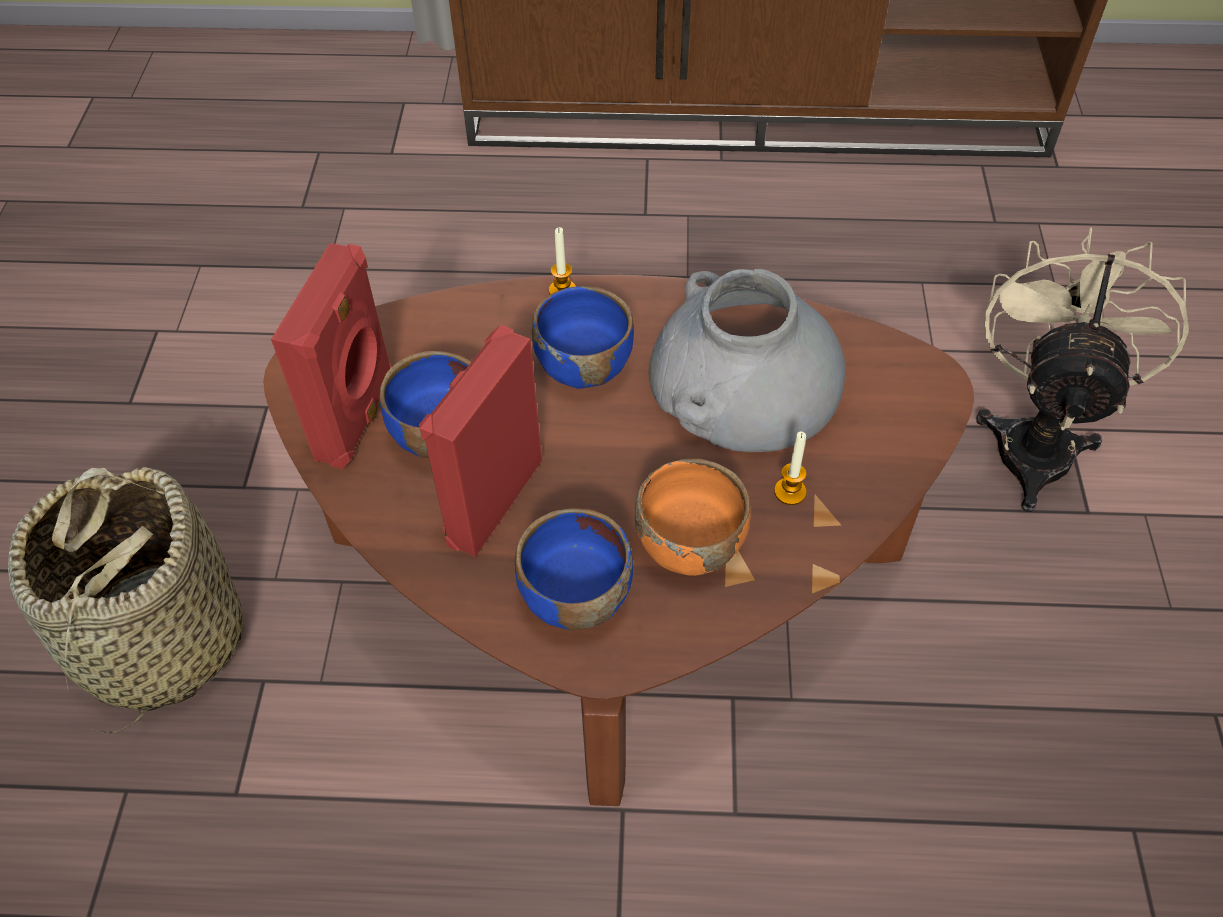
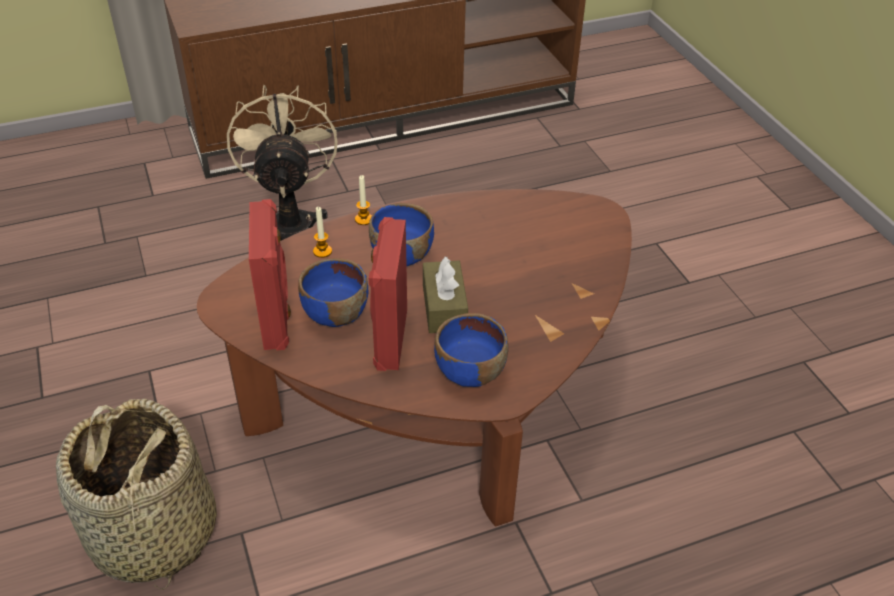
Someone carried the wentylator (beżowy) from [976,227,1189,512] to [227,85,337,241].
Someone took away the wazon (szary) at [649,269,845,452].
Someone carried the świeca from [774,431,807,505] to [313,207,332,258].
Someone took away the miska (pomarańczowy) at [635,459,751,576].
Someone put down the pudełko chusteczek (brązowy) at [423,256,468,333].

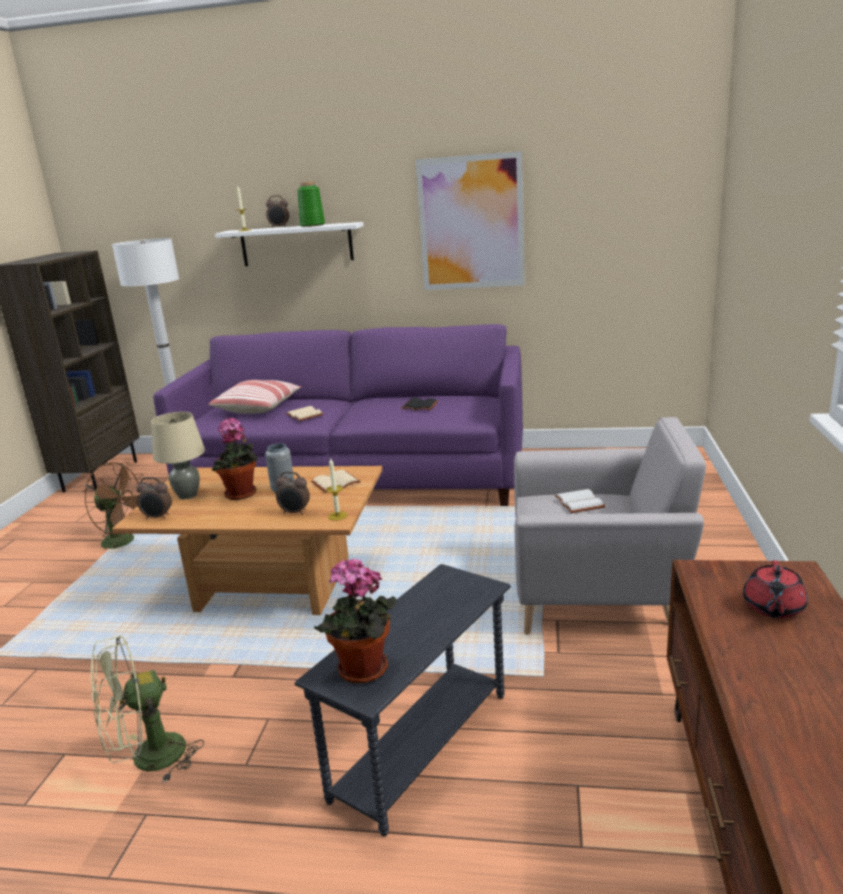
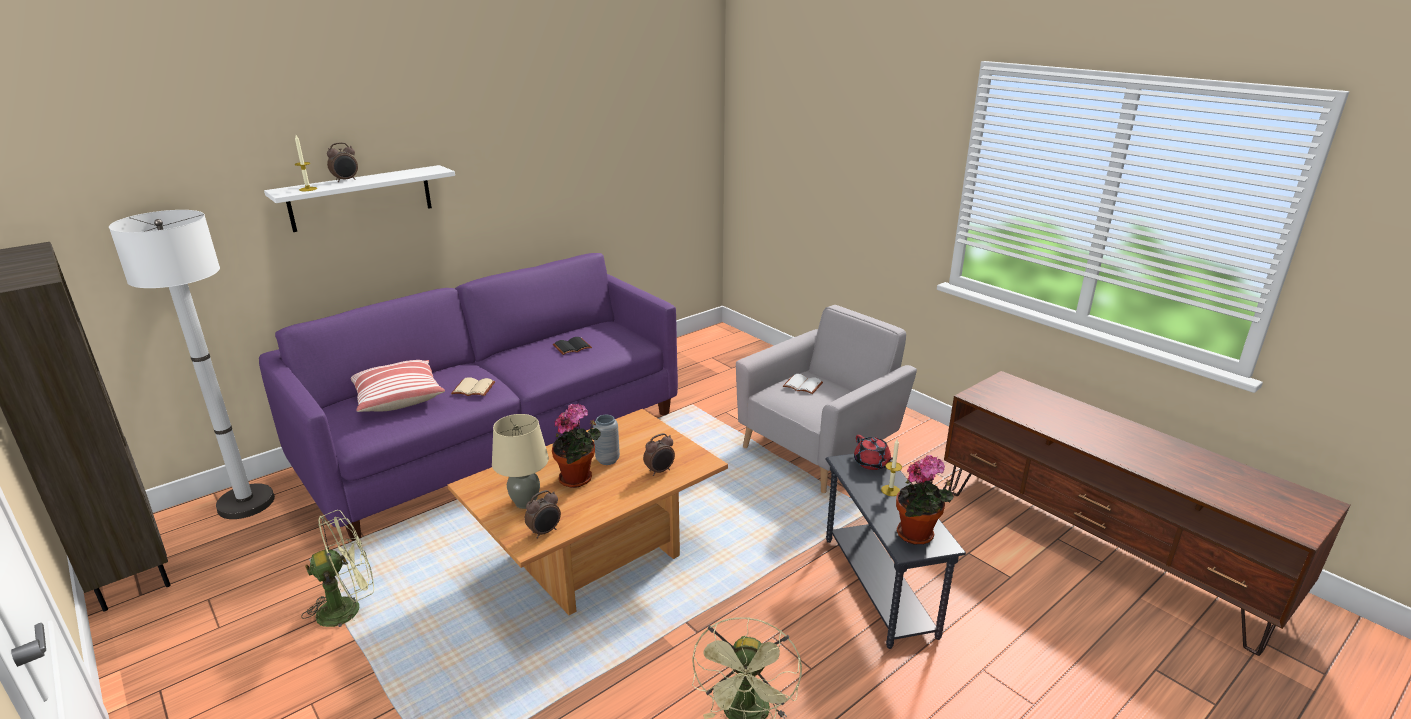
Someone took away the obraz at [415,151,525,290].
Someone took away the wazon (zielony) at [297,182,325,227].
Someone carried the świeca from [326,457,348,521] to [881,439,902,496].
Someone repainted the wentylator (brązowy) at [85,462,144,549], which became the wentylator (zielony) at [301,510,374,627].
Someone took away the książka (beżowy) at [311,470,361,493].
Someone carried the imbryk (czerwony) from [743,560,808,618] to [854,435,893,470].

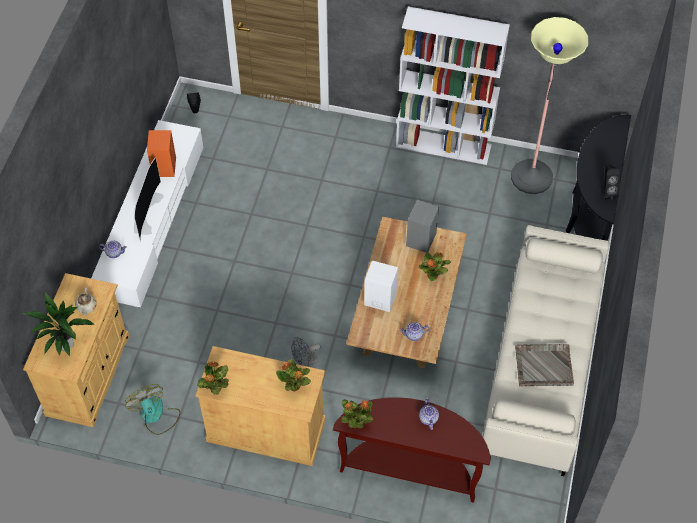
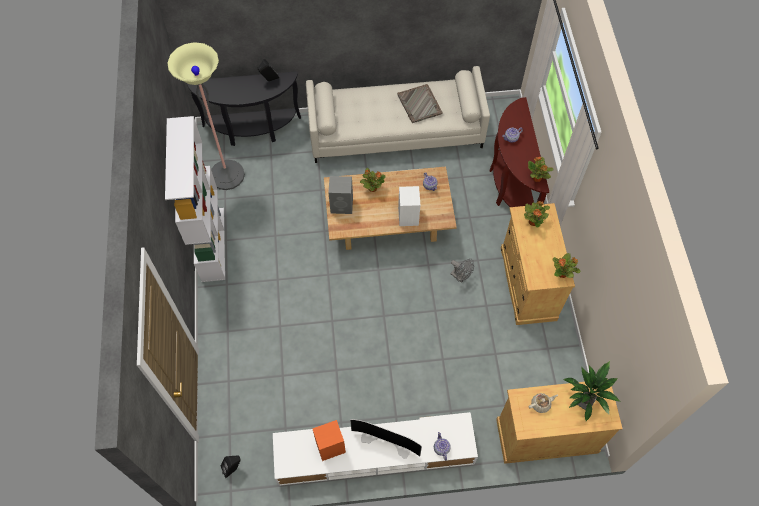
Someone rotated the telewizor at [134,157,164,242] by 150 degrees counterclockwise.
Someone took away the wentylator at [125,384,180,435].

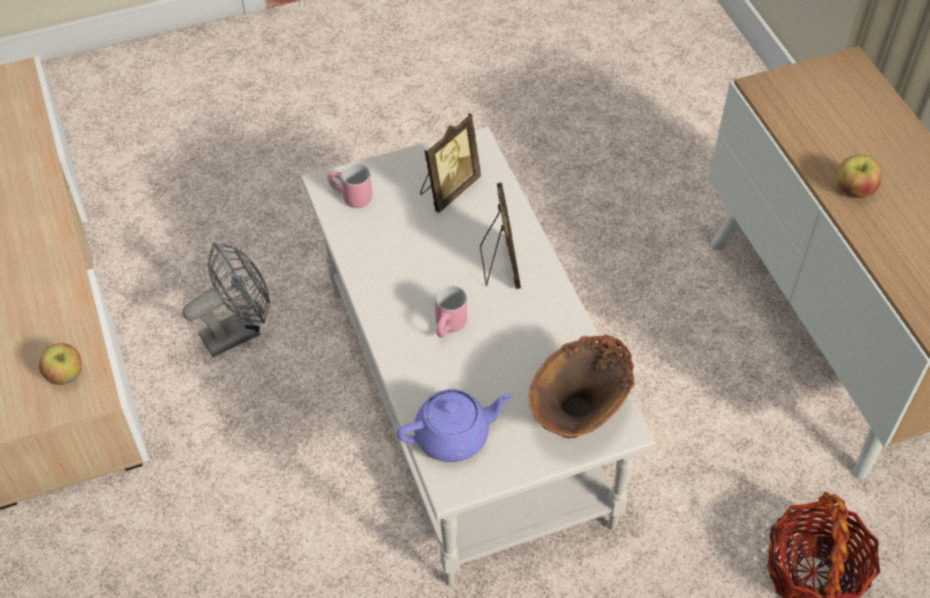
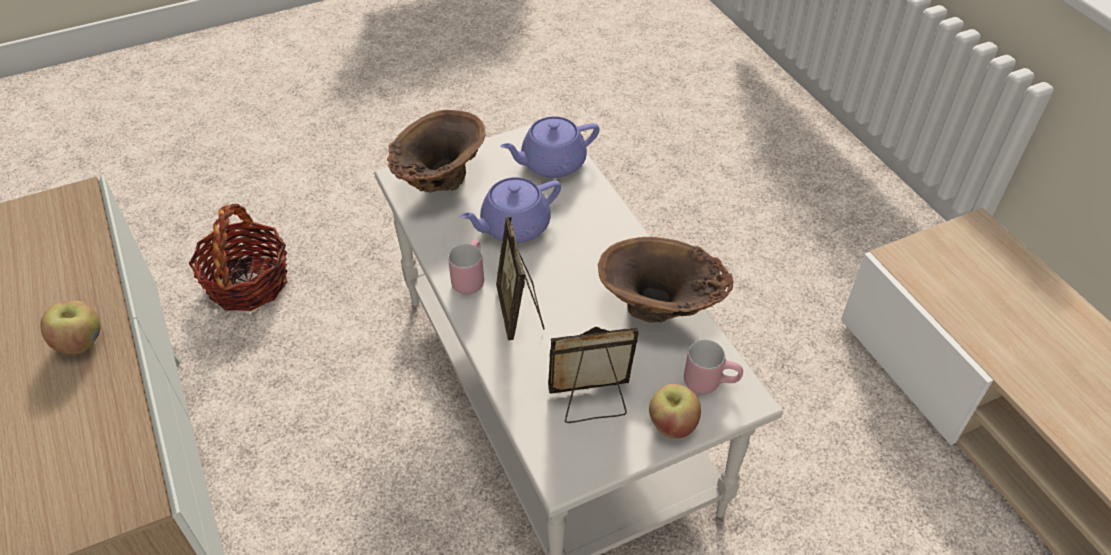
Someone rotated the ramka na zdjęcie at [420,113,481,213] by 45 degrees clockwise.
Someone took away the wentylator (szary) at [182,242,270,357].
Someone carried the kubek (różowy) from [435,285,467,338] to [448,240,484,294].
Someone carried the jabłko from [39,343,82,385] to [649,384,701,439].
Someone put down the imbryk (fioletowy) at [460,177,561,243].
Someone put down the wazon (brązowy) at [598,237,733,323].

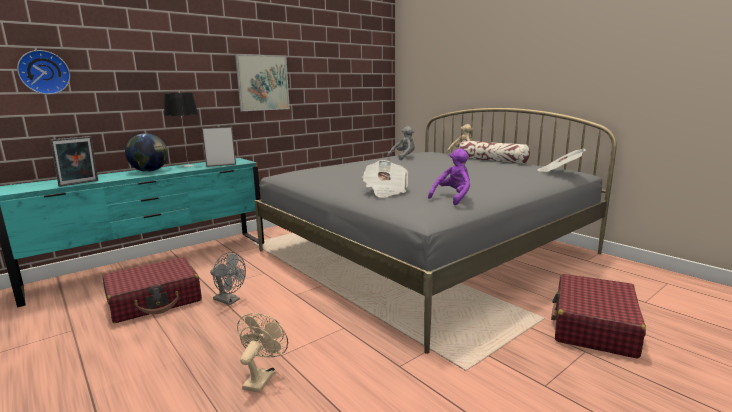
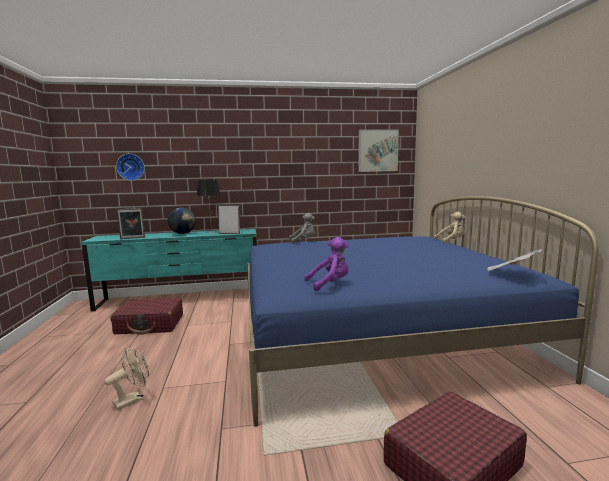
Someone carried the obraz from [235,54,290,111] to [358,130,399,172].
Someone repainted the łóżko (szary) at [255,108,617,354], which became the łóżko (niebieski) at [247,196,599,427].
Someone carried the pluszak (szary) from [387,126,415,160] to [289,213,315,244].
Someone took away the poduszka at [459,140,530,164].
Someone took away the gazeta at [362,160,408,198].
Someone took away the wentylator (szary) at [210,252,246,305].

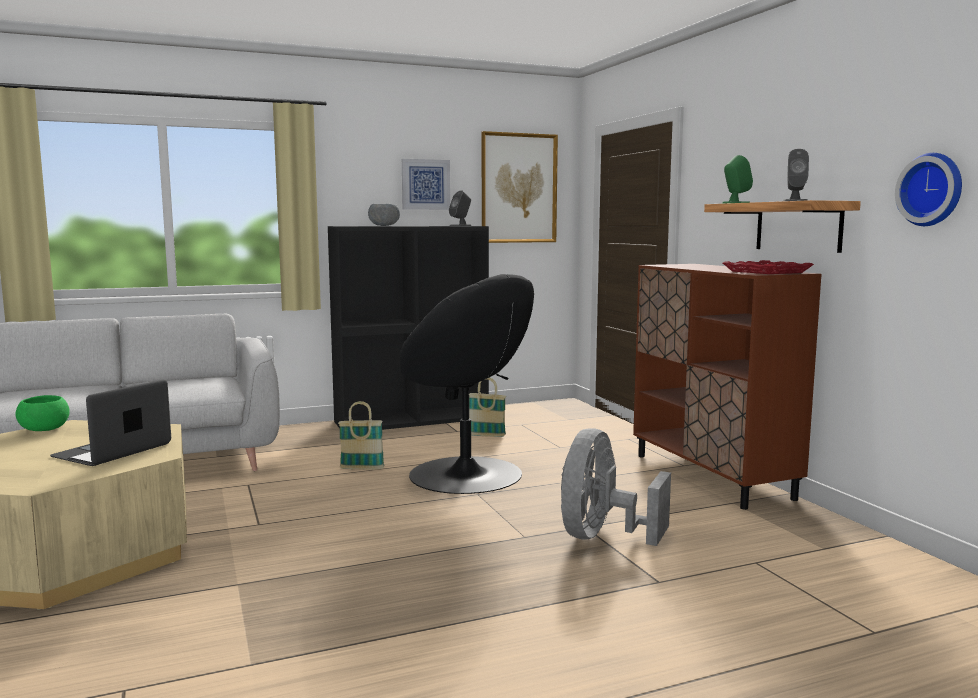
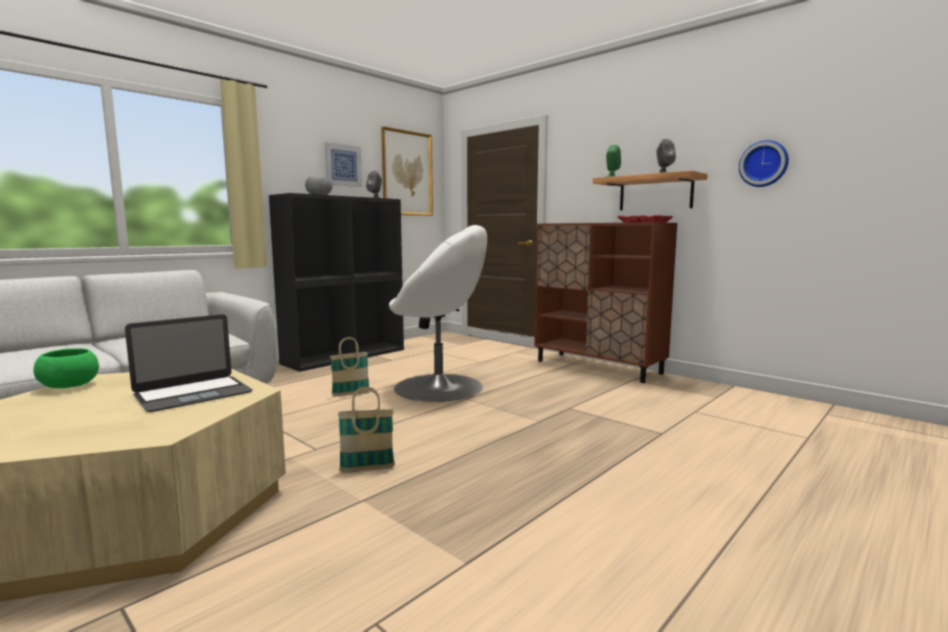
Someone repainted the fotel (czarny) at [400,274,534,494], which became the fotel (biały) at [389,225,487,402].
Someone carried the koszyk from [469,378,506,437] to [338,387,395,473].
Someone rotated the laptop at [50,379,171,466] by 135 degrees counterclockwise.
Someone took away the wentylator (szary) at [561,428,671,546].

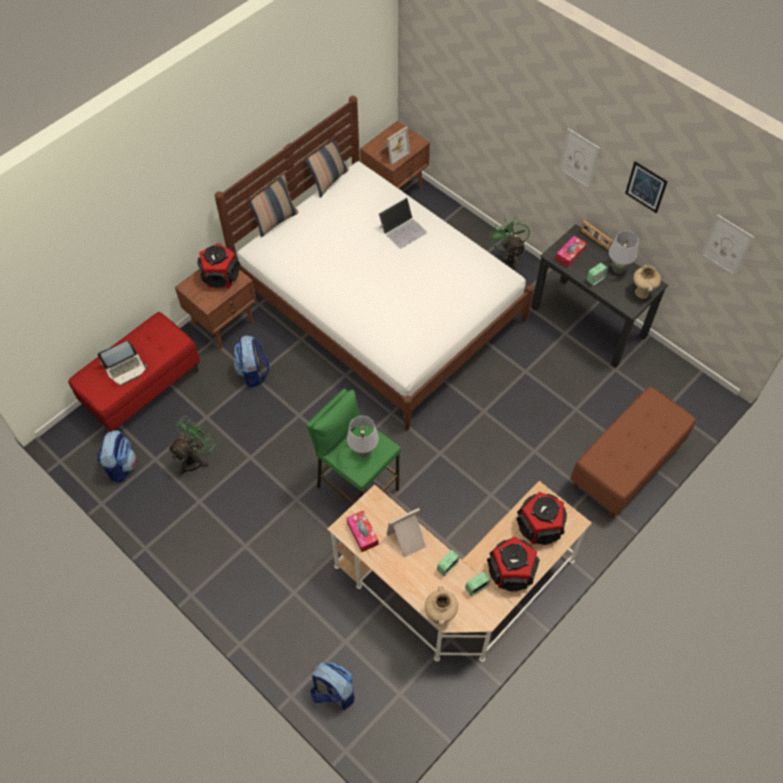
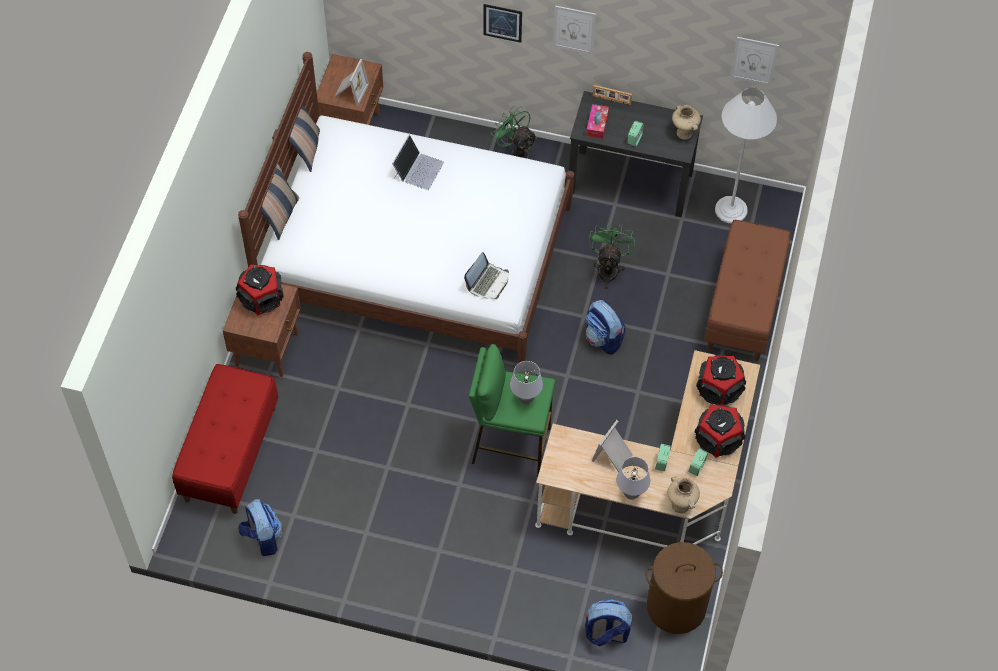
Someone carried the obraz from [625,161,668,213] to [484,4,522,43].
Someone carried the lampa stołowa (szary) from [609,231,639,274] to [616,457,650,500].
Someone carried the plecak from [234,335,270,388] to [586,300,626,354].
Someone carried the laptop from [98,341,147,386] to [464,252,509,299].
Someone carried the wentylator (zielony) from [168,416,215,476] to [589,222,635,289].
Someone took away the pudełko chusteczek at [346,510,379,552].
Someone put down the lampa stojąca (biały) at [715,87,777,224].
Someone put down the kosz na pranie (brązowy) at [645,542,723,634].

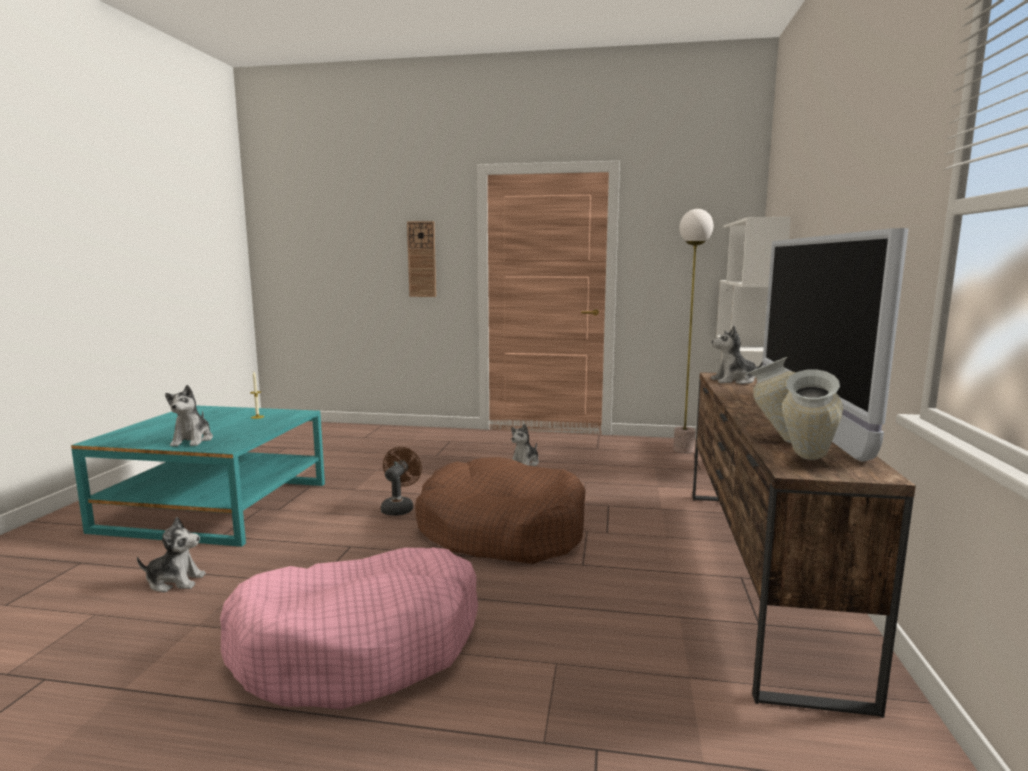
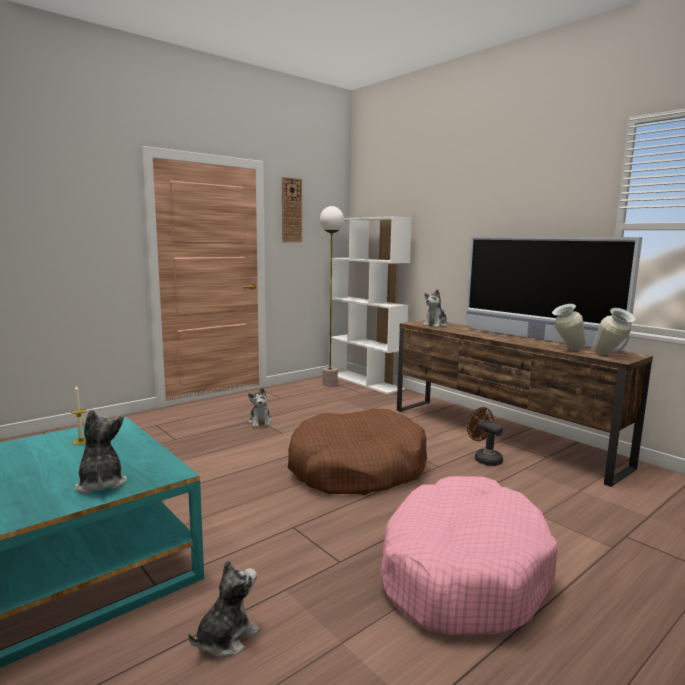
Someone carried the zegar ścienny from [407,221,436,297] to [282,177,302,242].
Someone rotated the pluszak at [165,385,213,446] by 150 degrees counterclockwise.
Someone carried the wentylator (brązowy) from [381,447,422,516] to [467,407,503,466].

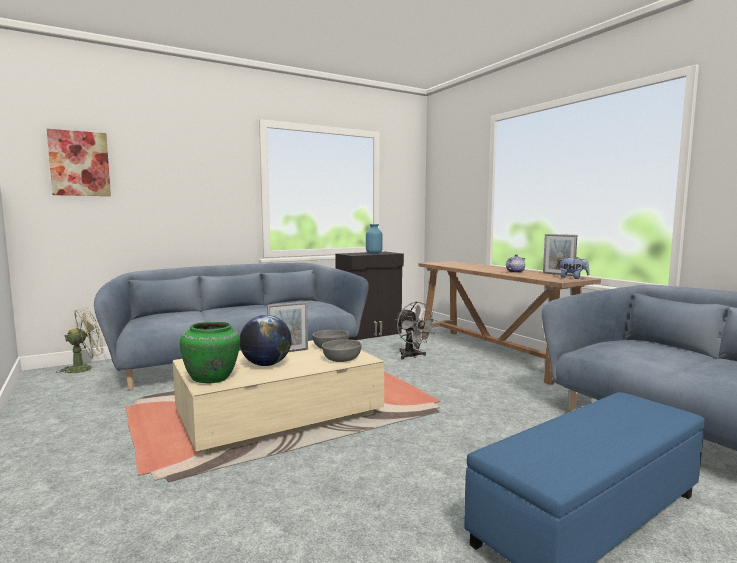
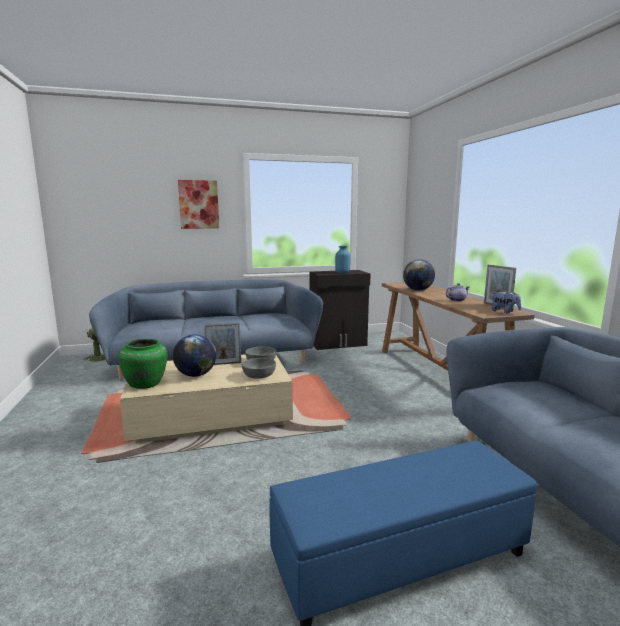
Someone carried the obraz from [47,129,111,196] to [178,180,219,229].
Someone took away the wentylator (szary) at [395,302,438,360].
Someone put down the globus at [403,260,435,291].

